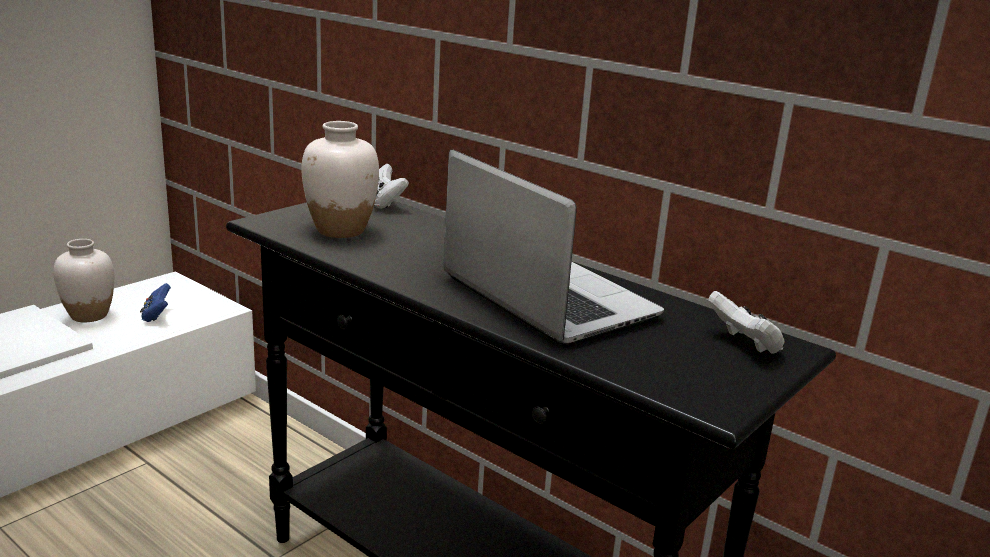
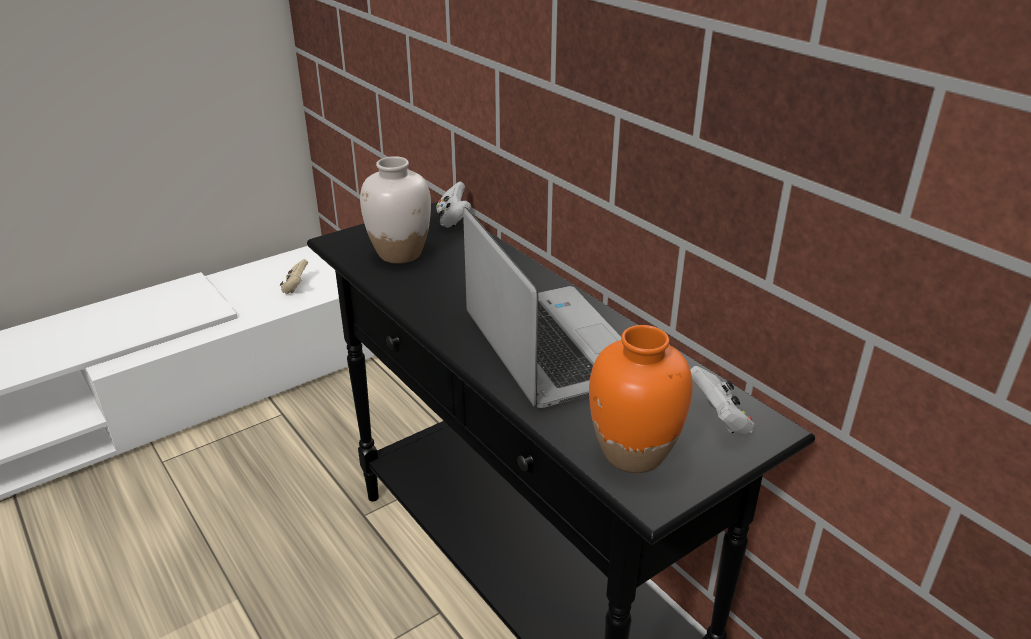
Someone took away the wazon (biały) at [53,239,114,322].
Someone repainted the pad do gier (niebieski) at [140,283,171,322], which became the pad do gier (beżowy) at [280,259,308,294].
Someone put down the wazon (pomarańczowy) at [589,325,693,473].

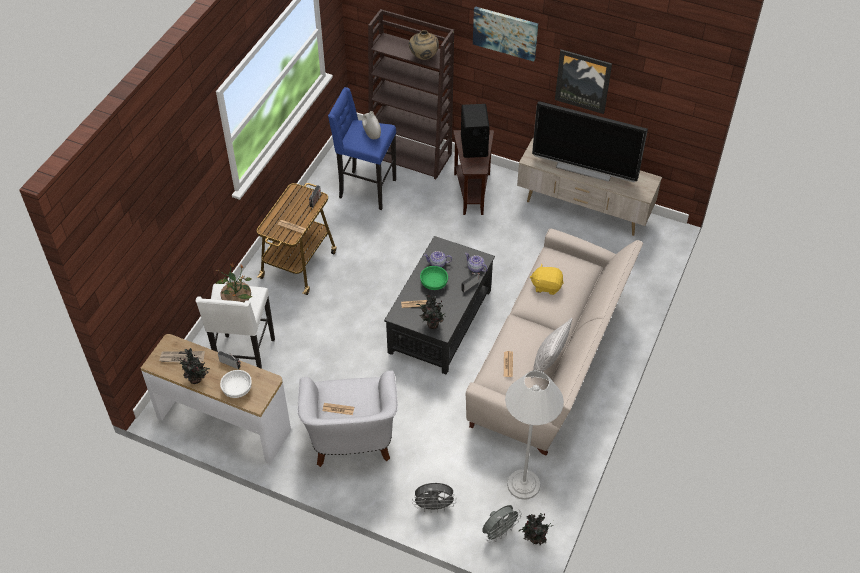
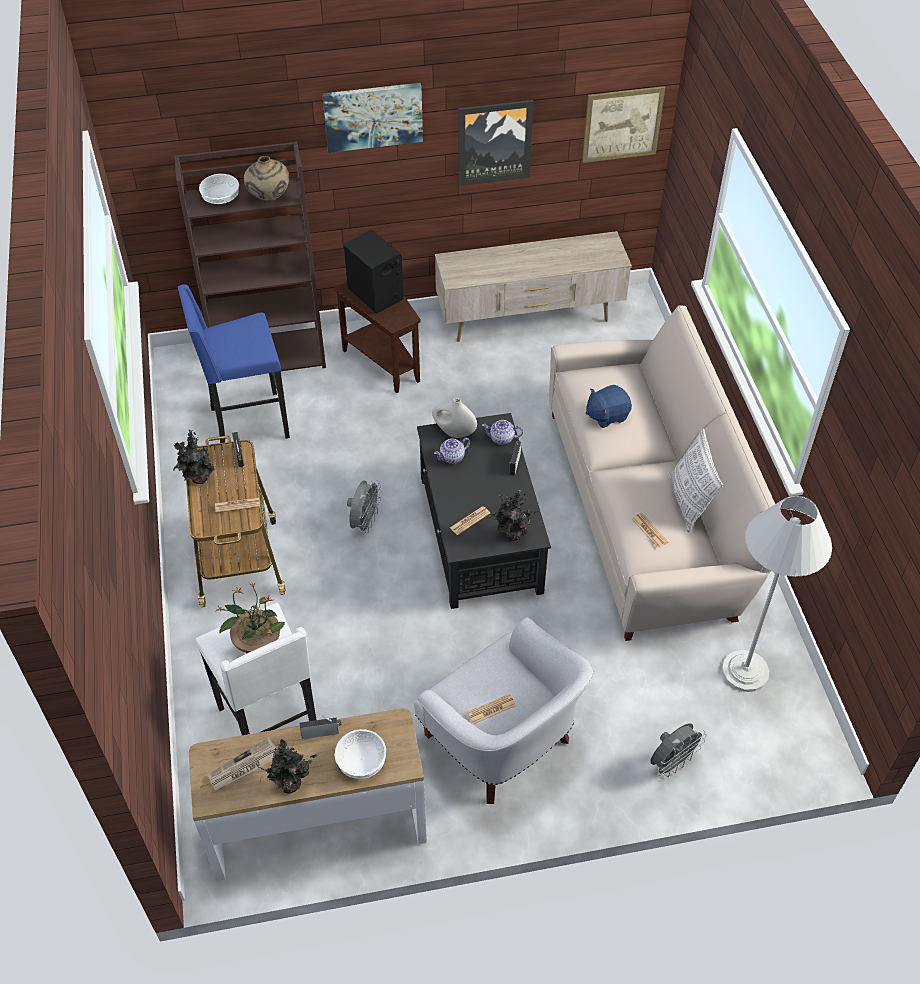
Someone took away the telewizor at [532,101,648,182].
Someone carried the wazon (biały) from [362,111,381,139] to [432,398,477,438].
Someone repainted the pluszak (żółty) at [530,263,563,295], which became the pluszak (niebieski) at [586,385,632,428].
Someone took away the miska (zielony) at [420,266,448,290].
Someone carried the wentylator (szary) from [482,505,522,543] to [347,480,381,535].
Someone carried the roślina doniczkowa from [519,513,554,545] to [173,429,215,484].
Someone put up the obraz at [582,86,665,163].
Someone put down the miska (biały) at [199,174,239,204].

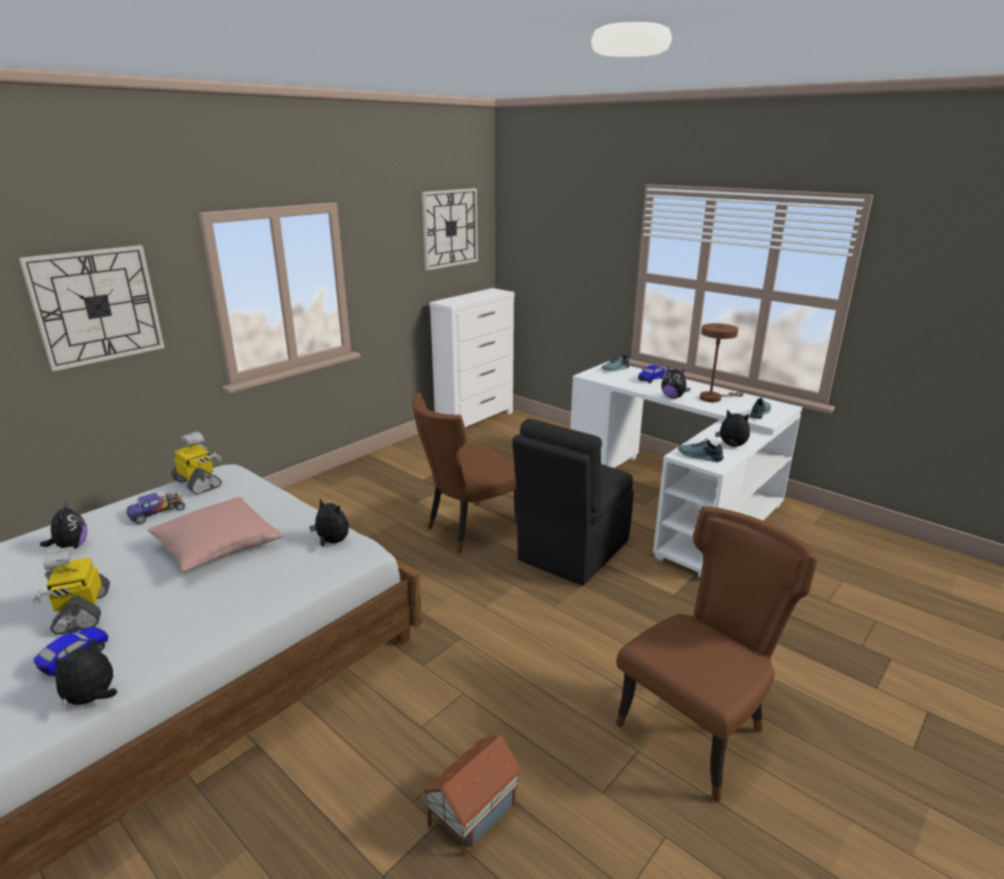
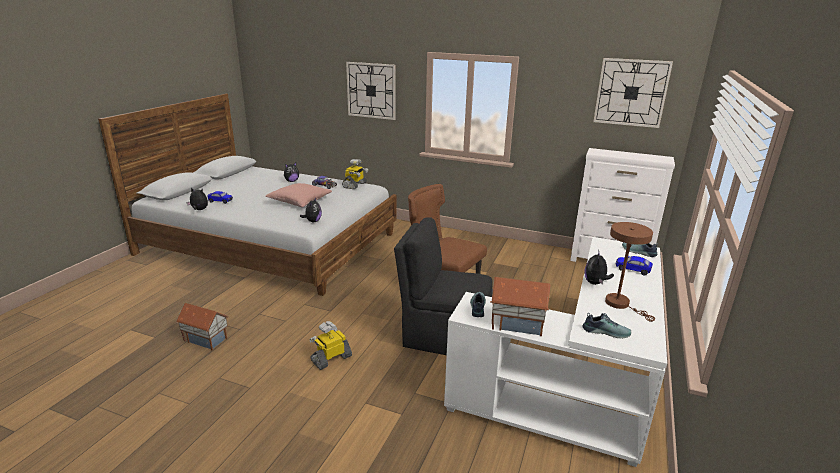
Someone swapped the pluszak at [715,409,750,447] for the domek at [490,277,551,336].
Someone took away the krzesło (brązowy) at [616,506,818,803].
Someone carried the robot zabawkowy from [33,547,110,635] to [309,321,352,370].

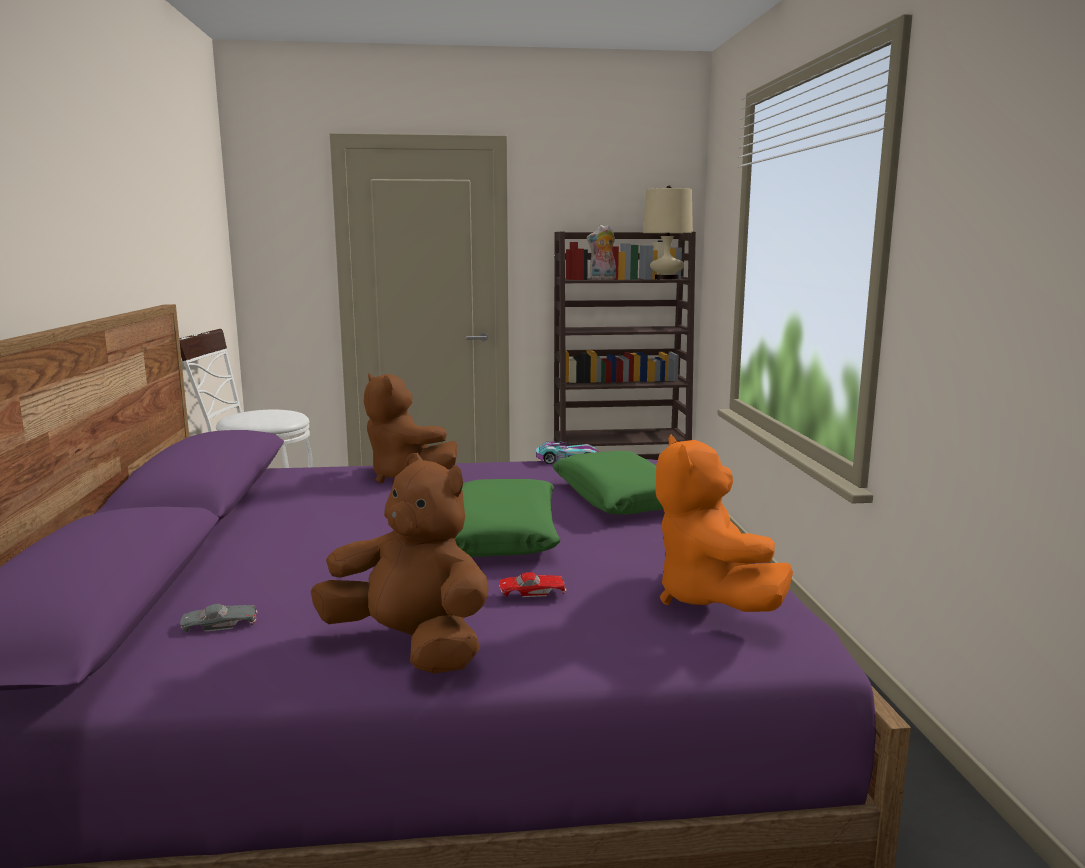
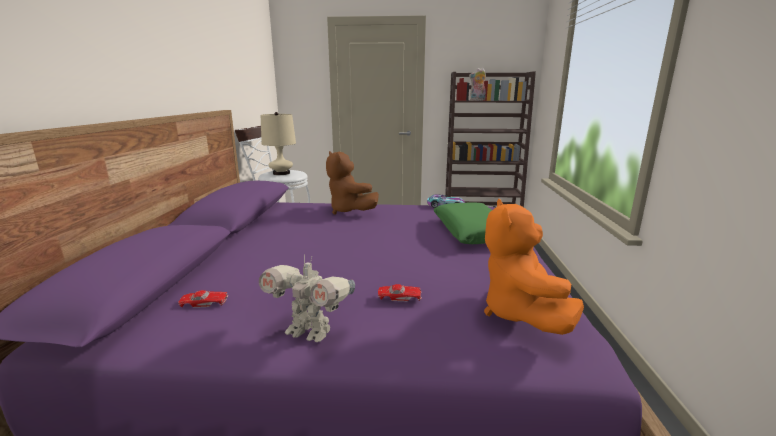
Someone carried the lampa stołowa (beżowy) from [643,185,693,280] to [261,112,296,175].
Someone swapped the pluszak (brązowy) at [311,453,489,674] for the robot zabawkowy at [259,254,355,342].
Someone took away the poduszka (zielony) at [455,479,560,557].
Someone repainted the samochodzik (szary) at [180,604,257,632], which became the samochodzik (czerwony) at [178,290,228,308].

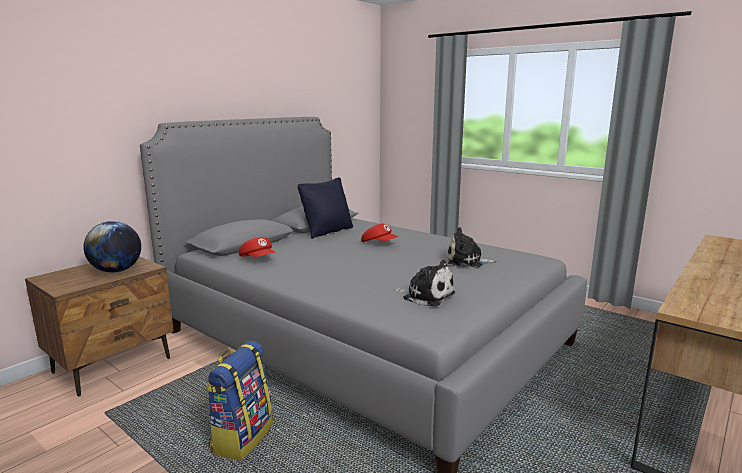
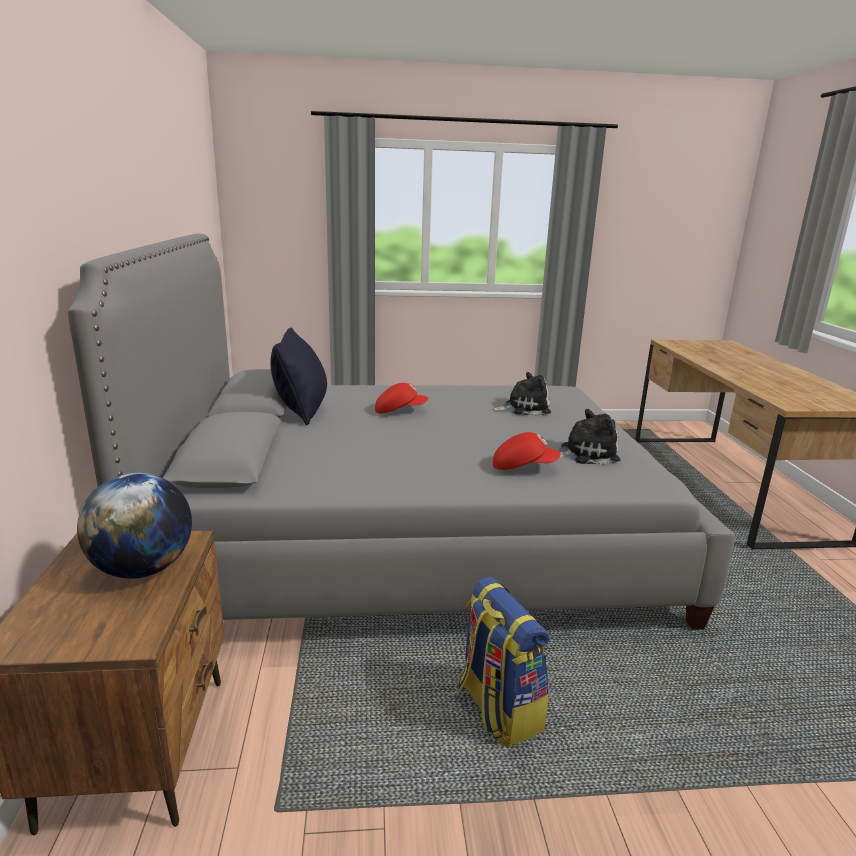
Someone rotated the pluszak at [447,227,496,267] by 150 degrees counterclockwise.
Someone carried the czapka z daszkiem (czerwony) from [239,237,275,257] to [493,432,561,470].

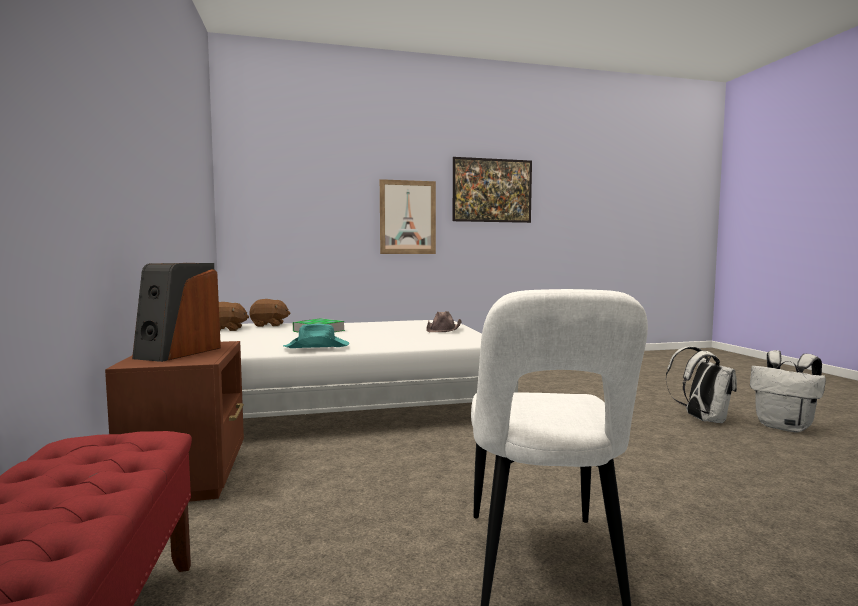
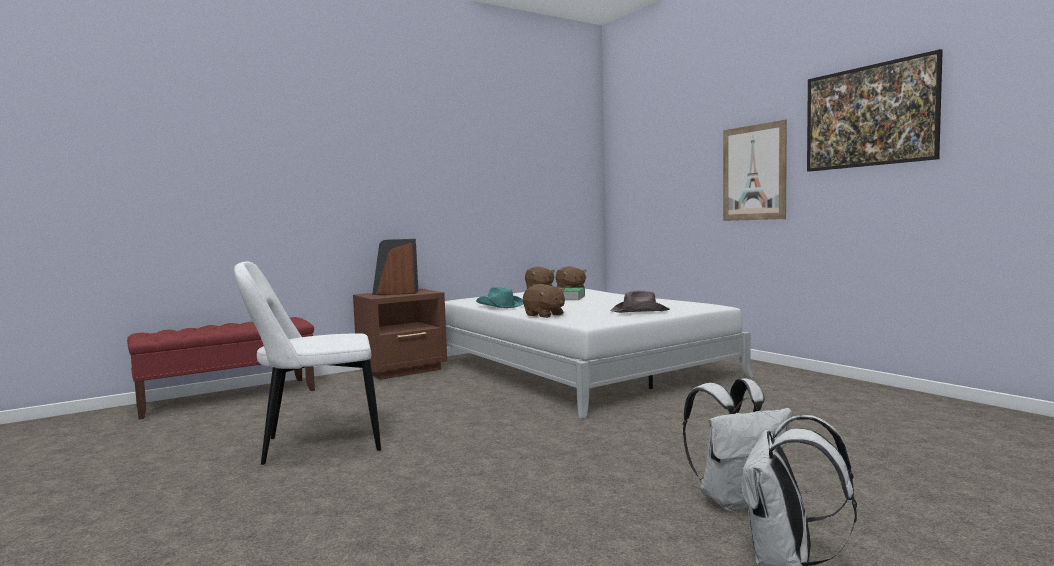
Someone put down the pluszak (brązowy) at [523,284,565,318].

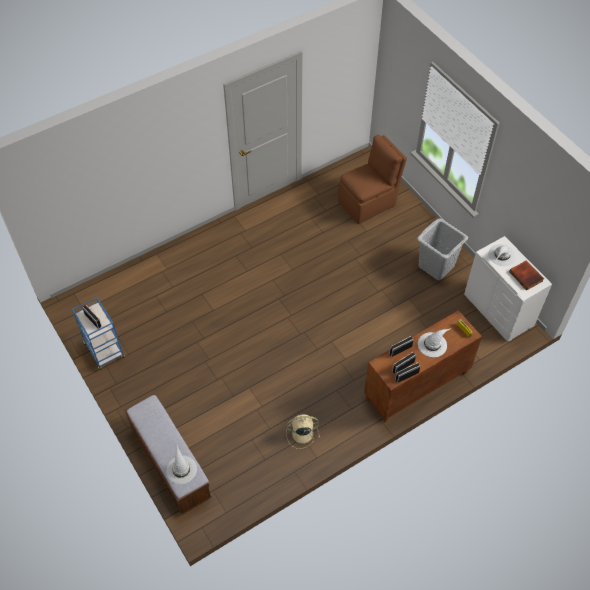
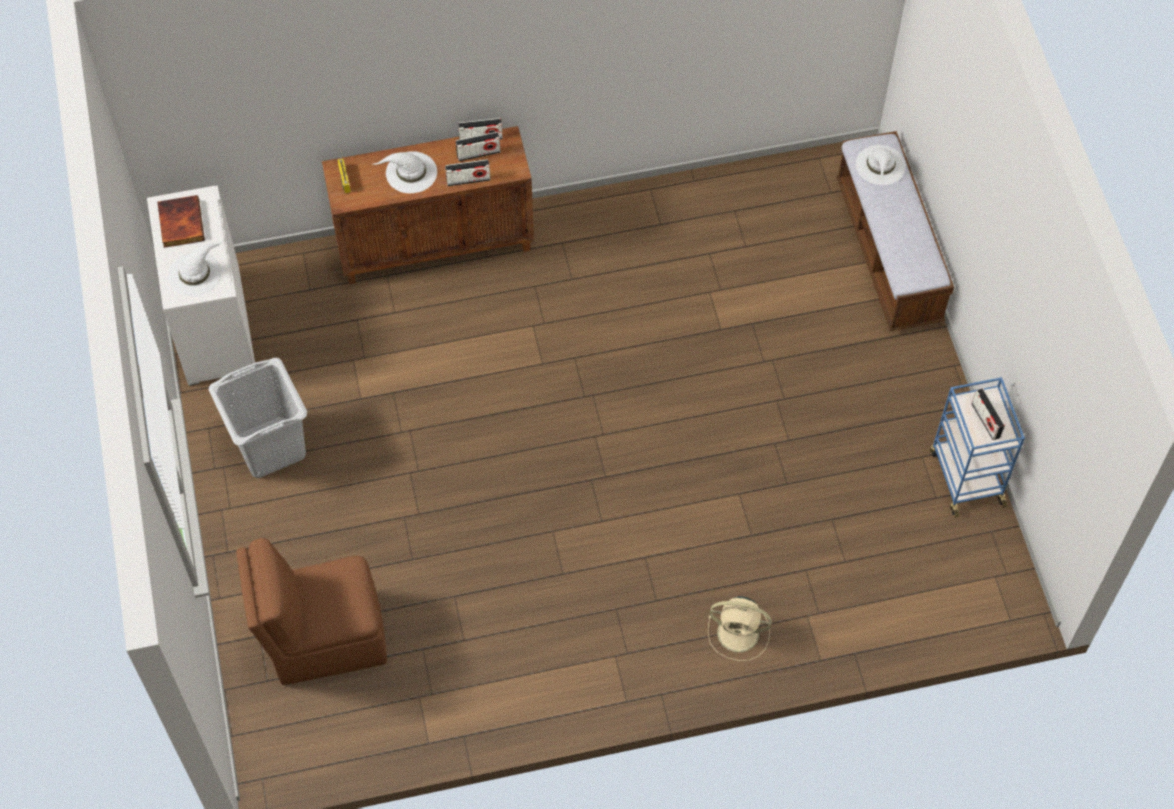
Someone carried the wentylator (beżowy) from [286,414,320,449] to [708,596,772,661].

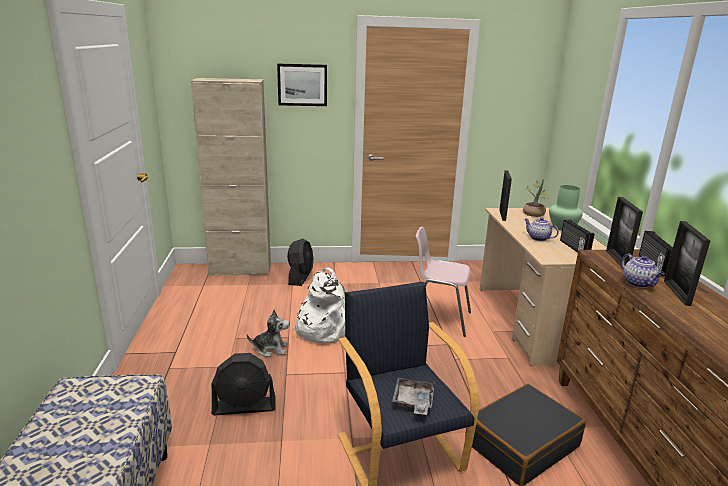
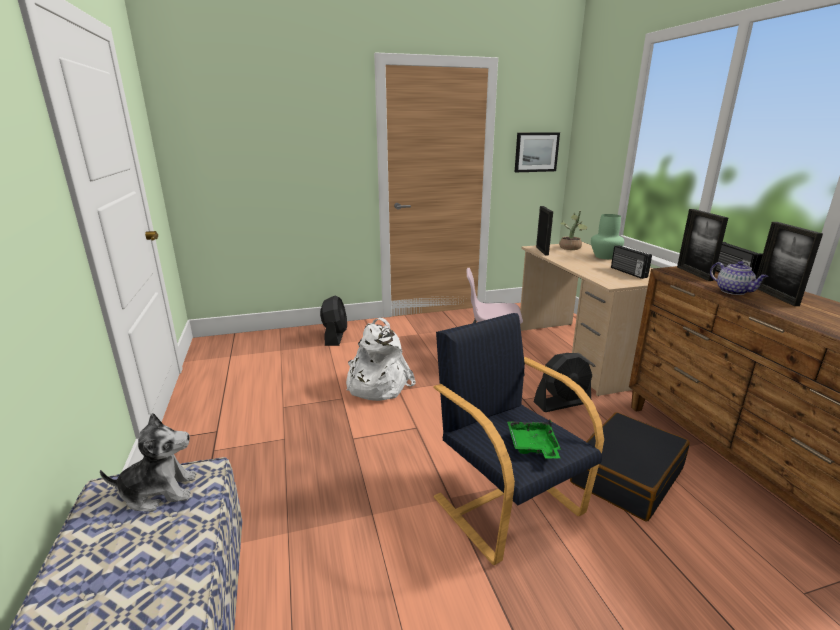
Someone carried the obraz from [277,64,327,106] to [515,132,560,172].
Someone took away the szafka (beżowy) at [191,78,271,276].
Someone took away the imbryk at [524,218,559,241].
Someone carried the pluszak from [247,310,289,357] to [100,413,196,512].
Someone carried the wentylator (czarny) from [212,353,276,415] to [534,353,592,412].
Someone repainted the taca (szary) at [392,378,435,415], which became the taca (zielony) at [507,419,561,459].

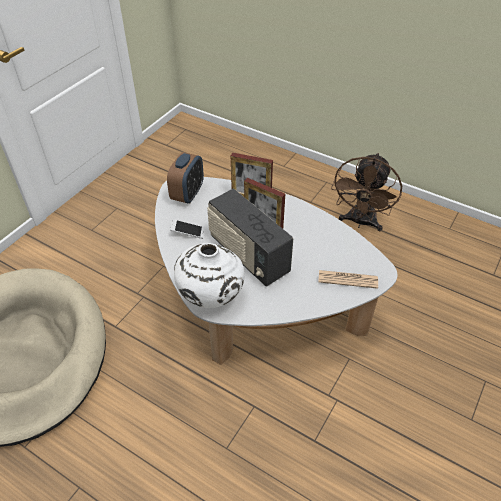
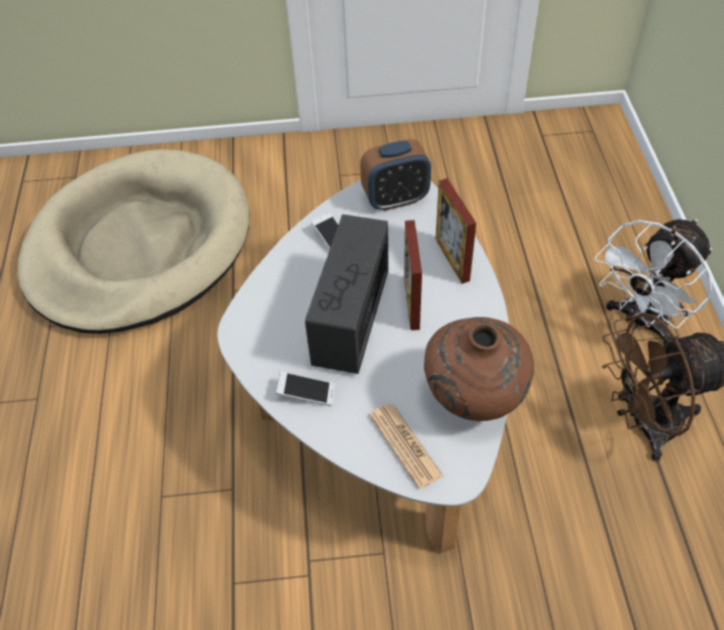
Someone took away the wazon (biały) at [174,243,245,308].
Someone put down the wentylator (biały) at [595,219,712,345].
Someone put down the wazon (brązowy) at [424,317,534,421].
Someone put down the telefon at [276,371,335,406].

